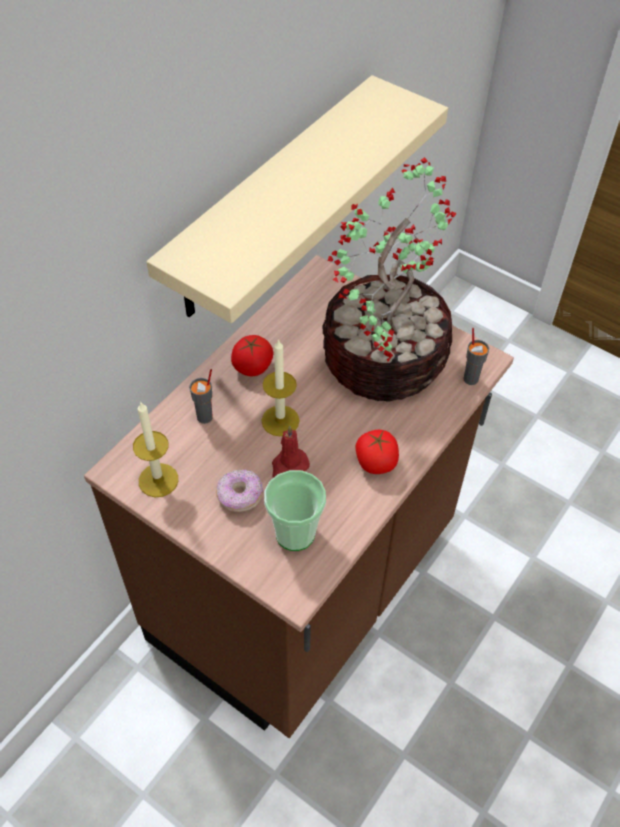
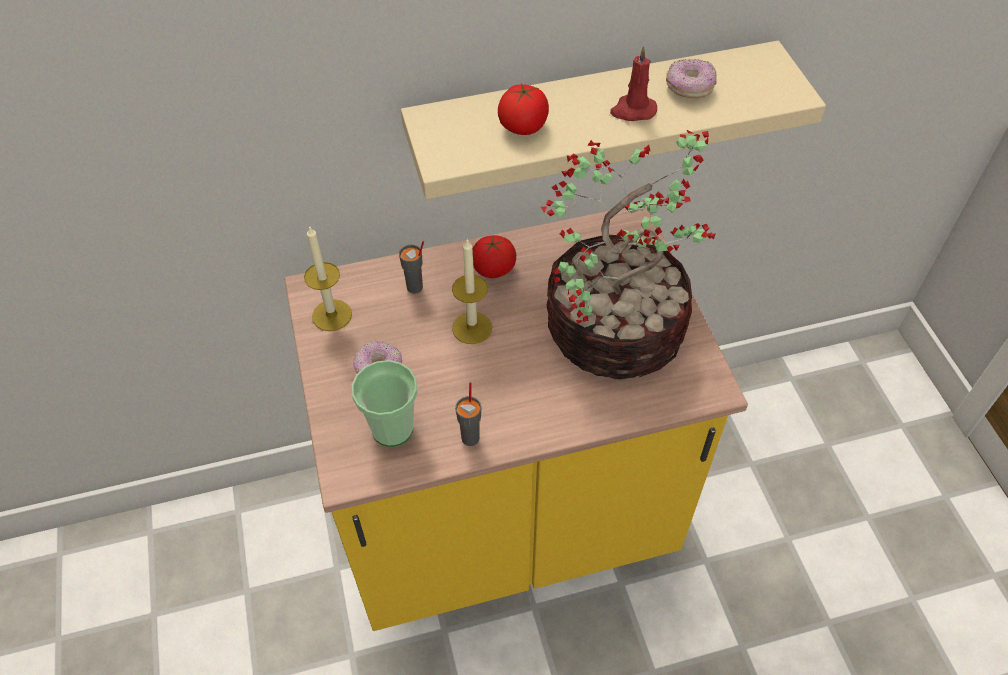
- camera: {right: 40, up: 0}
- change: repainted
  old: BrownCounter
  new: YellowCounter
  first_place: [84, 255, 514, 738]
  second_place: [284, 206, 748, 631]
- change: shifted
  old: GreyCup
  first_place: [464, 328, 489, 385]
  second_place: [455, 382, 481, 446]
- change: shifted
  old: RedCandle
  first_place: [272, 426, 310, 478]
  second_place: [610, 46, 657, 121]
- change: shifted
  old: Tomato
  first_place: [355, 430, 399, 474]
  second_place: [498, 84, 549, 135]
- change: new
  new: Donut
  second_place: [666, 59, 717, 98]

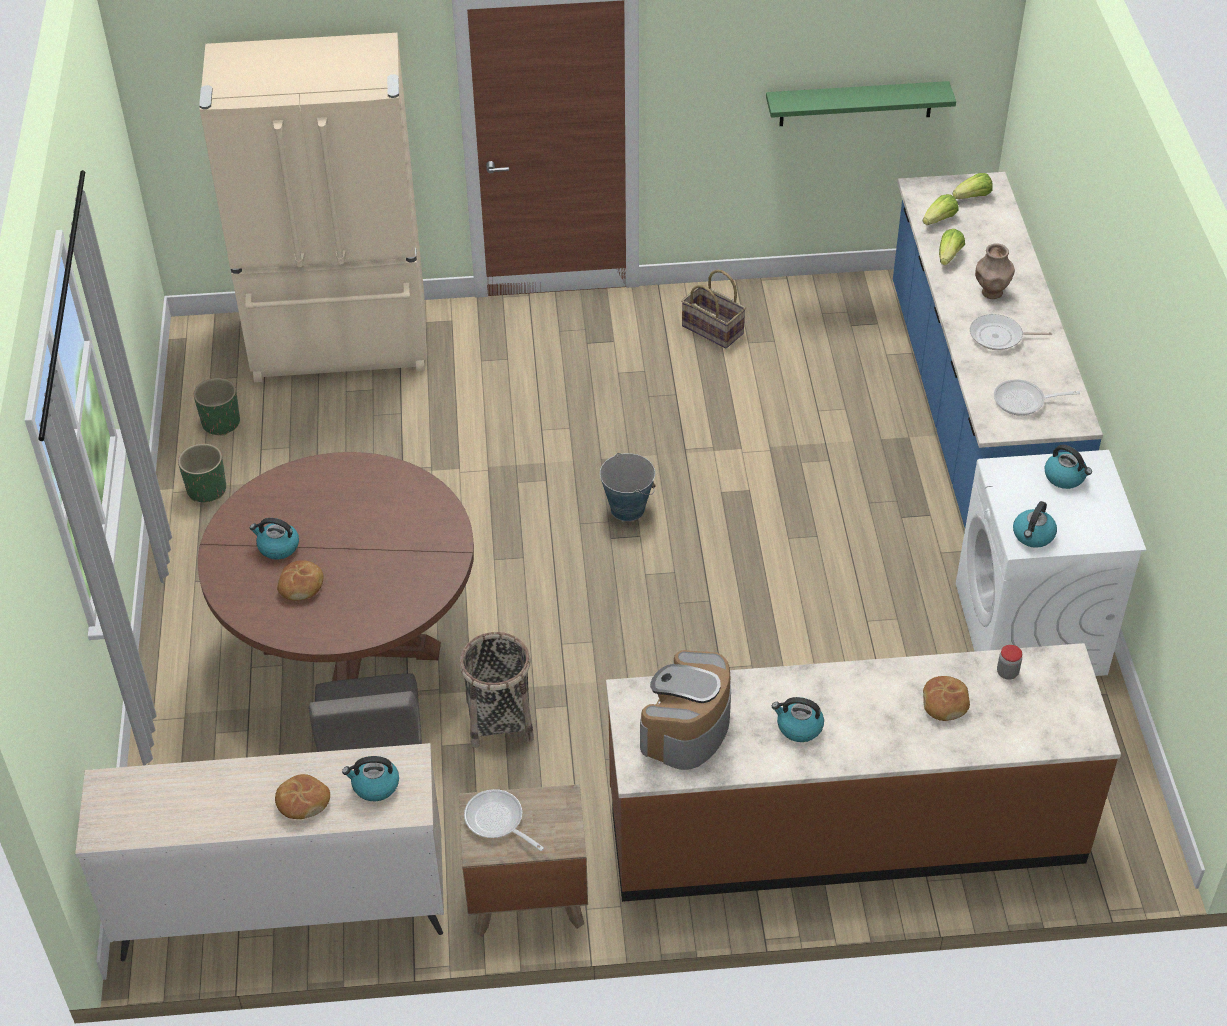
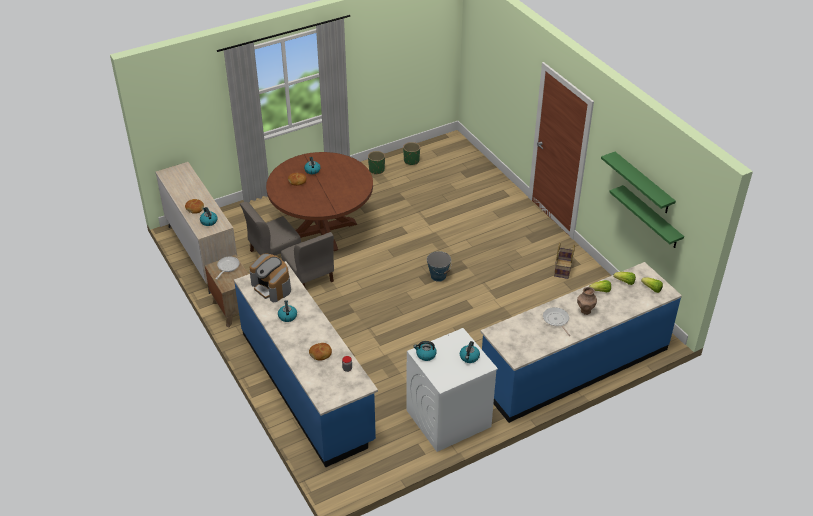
- camera: {right: 65, up: -5}
- change: gone
  old: BeigeFridge
  first_place: [199, 33, 427, 382]
- change: gone
  old: FryingPan
  first_place: [994, 379, 1080, 416]
- change: swapped
  old: Basket
  new: GreyChair
  first_place: [460, 632, 534, 748]
  second_place: [281, 232, 334, 287]
- change: repainted
  old: BrownCounter
  new: BlueCounter
  first_place: [606, 643, 1121, 902]
  second_place: [234, 261, 378, 467]
- change: rotated
  old: CoffeeMachine
  first_place: [640, 650, 731, 770]
  second_place: [250, 253, 291, 302]
  degrees: -135
- change: new
  new: GreenShelf
  second_place: [601, 152, 676, 213]

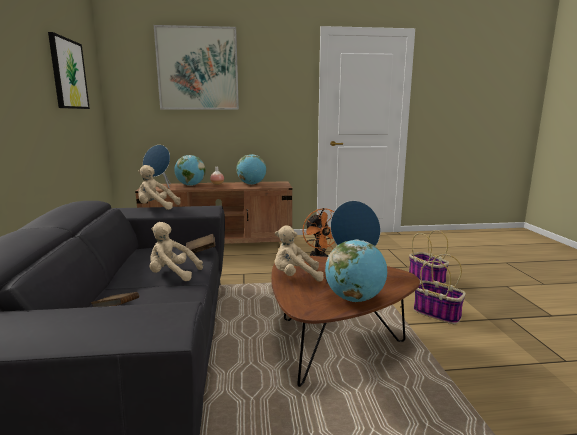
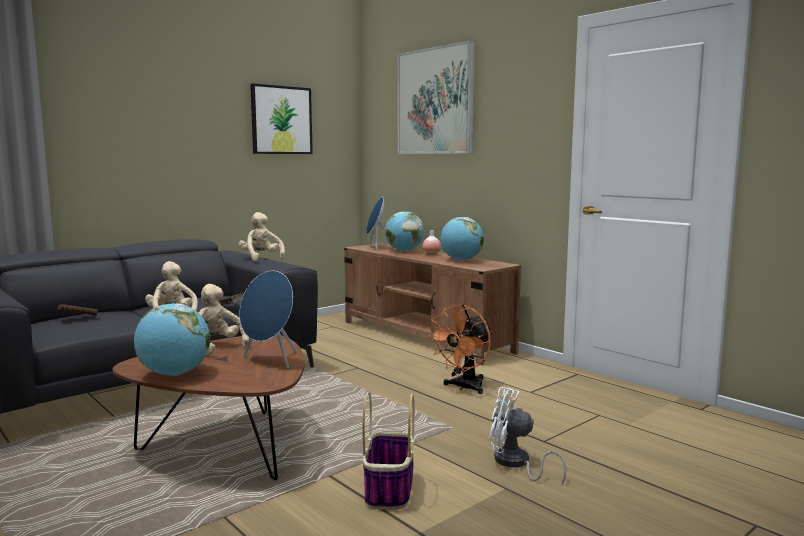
- camera: {right: 55, up: -5}
- change: swapped
  old: Basket
  new: WhiteFan
  first_place: [409, 230, 449, 284]
  second_place: [489, 387, 566, 484]

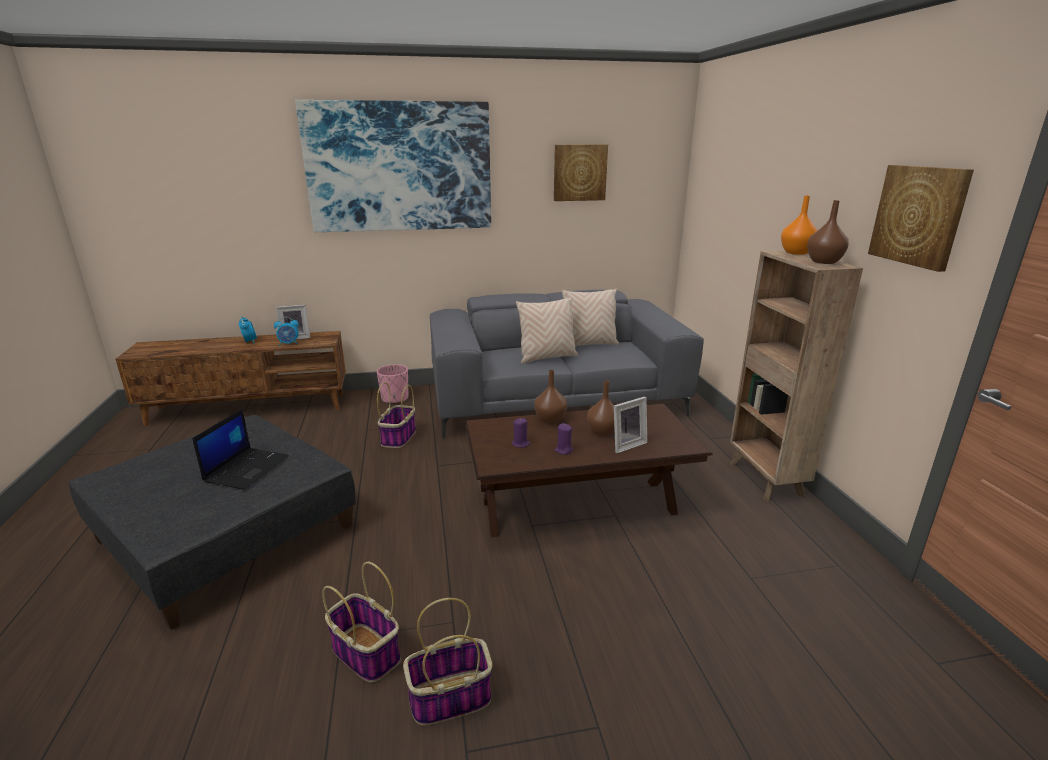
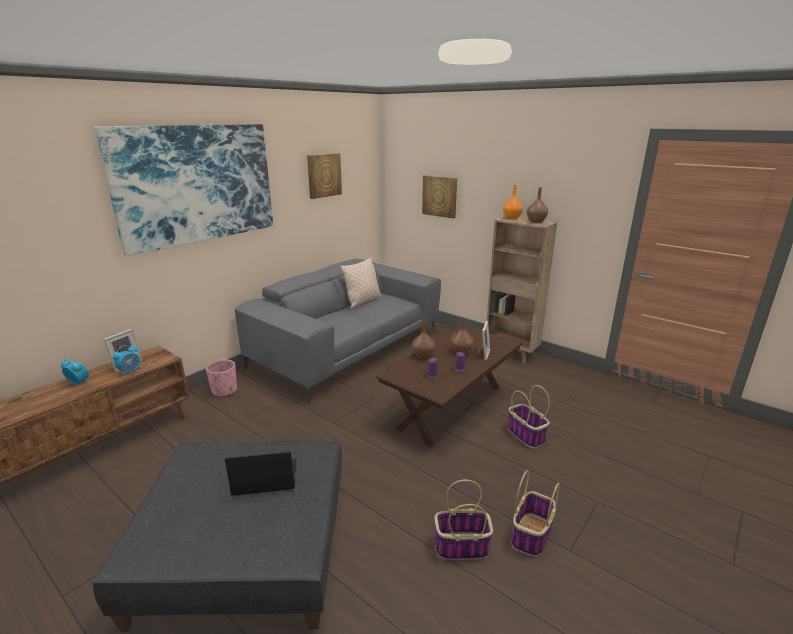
- camera: {right: -40, up: 0}
- change: shifted
  old: Picture
  first_place: [868, 165, 974, 272]
  second_place: [422, 175, 457, 219]
- change: gone
  old: BeigePillow
  first_place: [516, 297, 578, 364]
- change: shifted
  old: Basket
  first_place: [377, 382, 416, 448]
  second_place: [508, 385, 550, 448]
- change: rotated
  old: Laptop
  first_place: [192, 409, 289, 490]
  second_place: [225, 451, 297, 496]
  degrees: -75

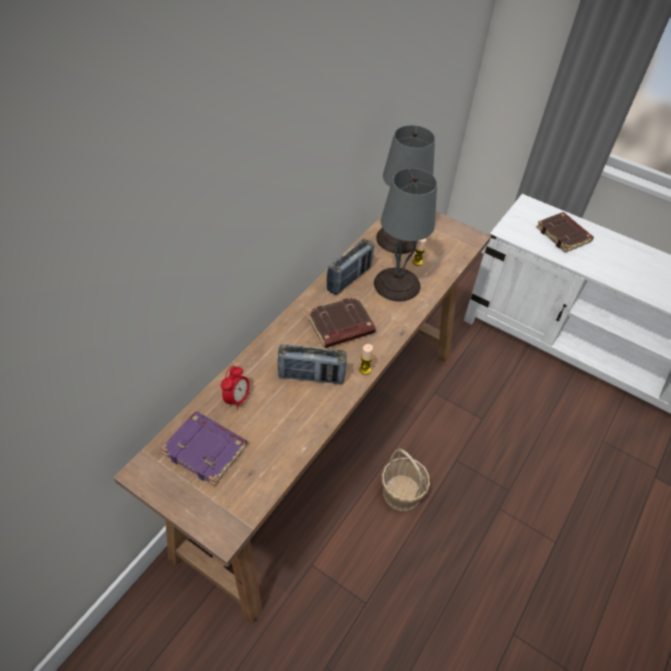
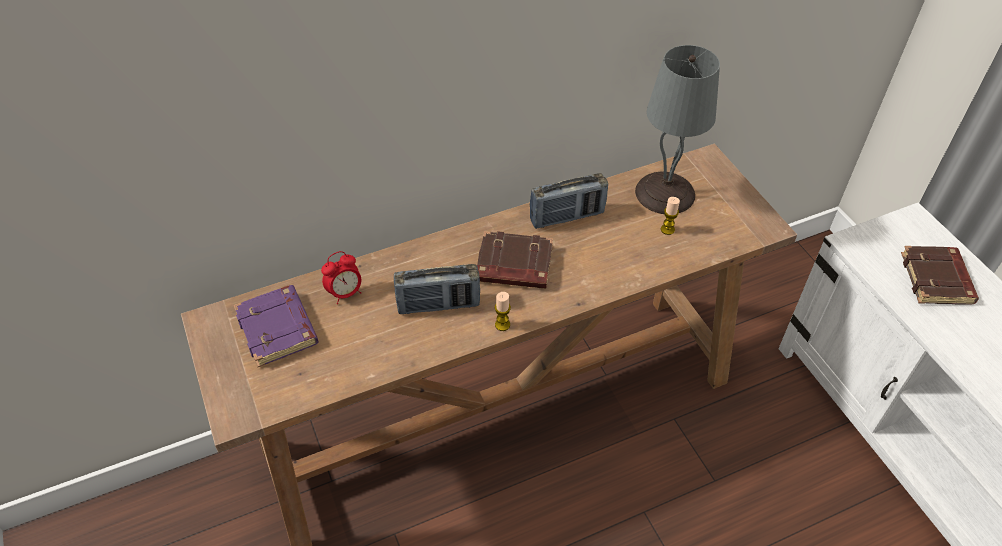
- camera: {right: 35, up: 0}
- change: gone
  old: GreyTableLamp
  first_place: [374, 168, 437, 302]
- change: rotated
  old: Radio
  first_place: [278, 344, 347, 384]
  second_place: [394, 264, 480, 314]
  degrees: -45
- change: gone
  old: Basket
  first_place: [382, 448, 430, 511]

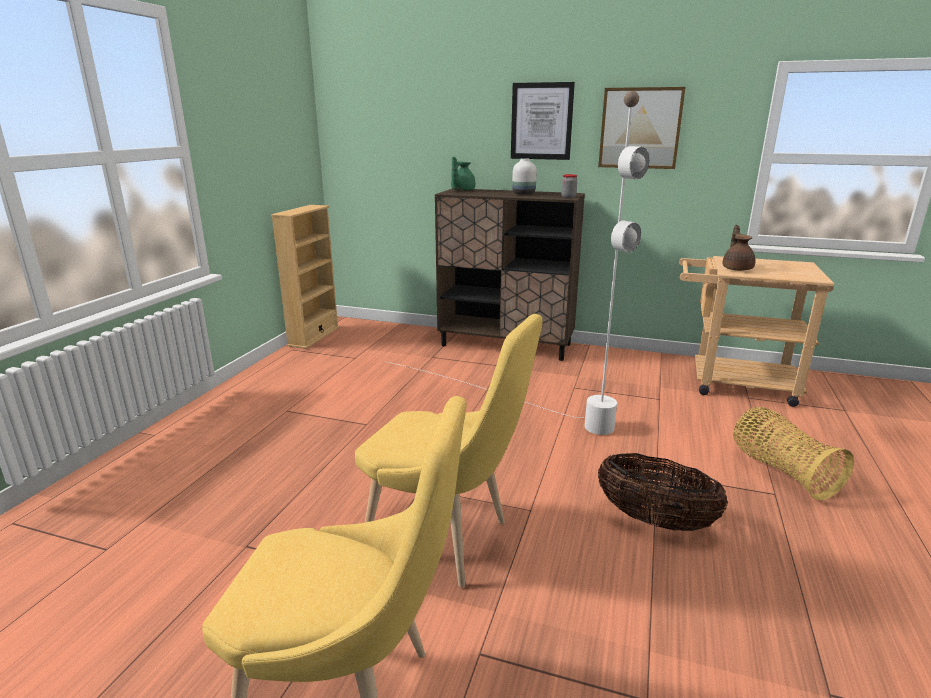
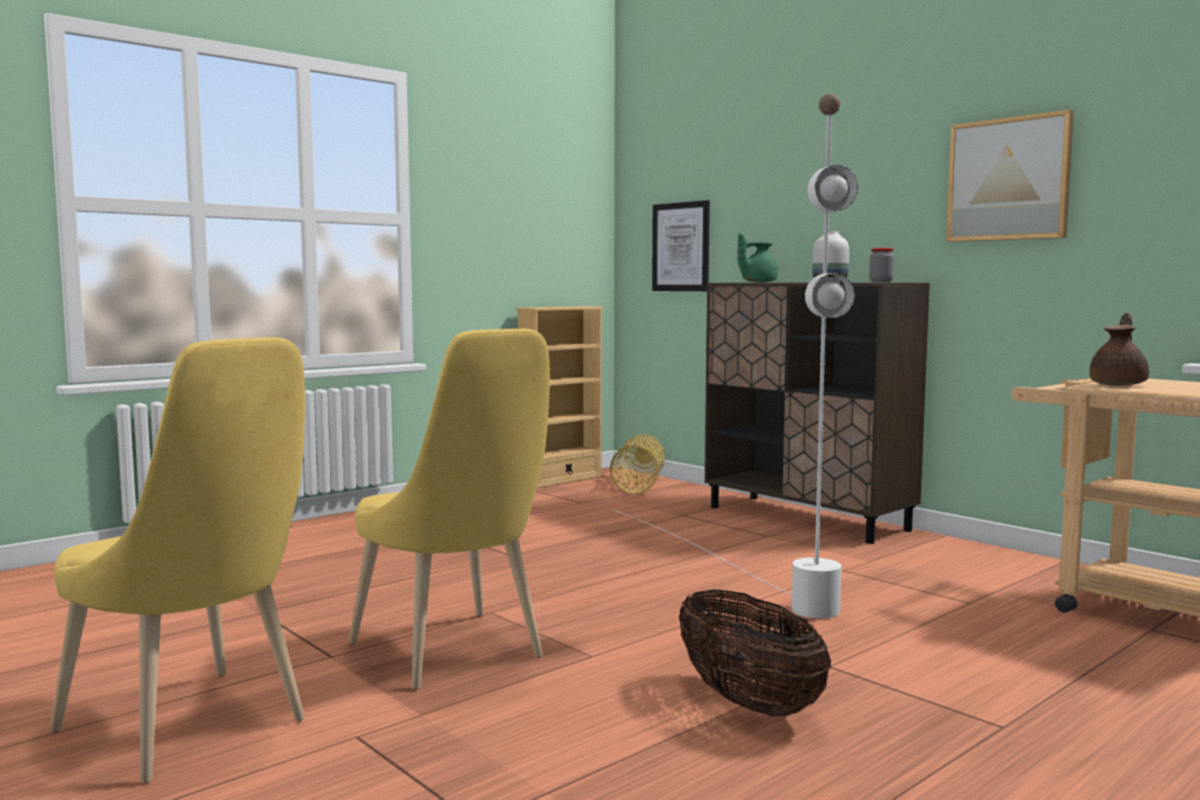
- camera: {right: 30, up: -15}
- change: shifted
  old: Picture
  first_place: [511, 82, 575, 160]
  second_place: [652, 200, 710, 291]
- change: shifted
  old: Basket
  first_place: [733, 407, 854, 500]
  second_place: [610, 434, 665, 494]

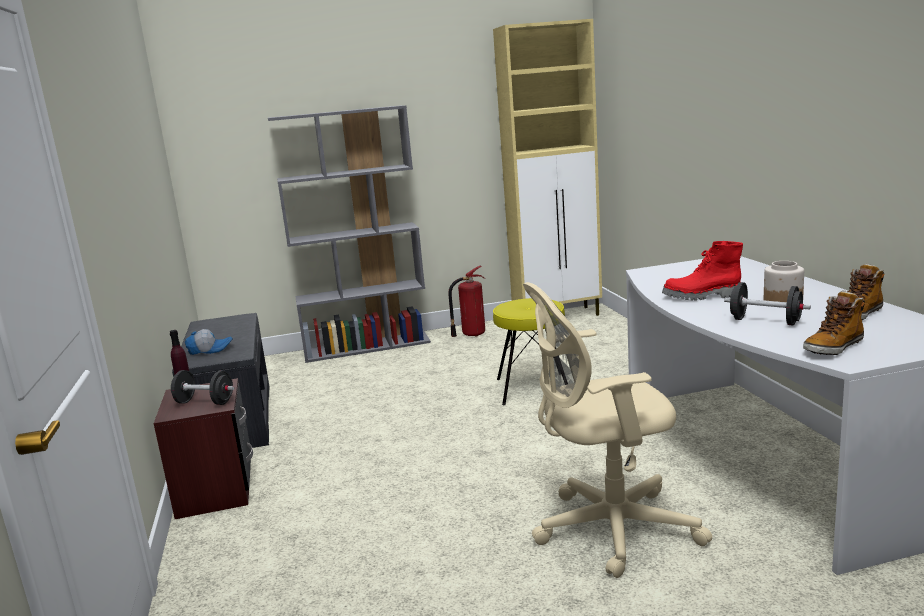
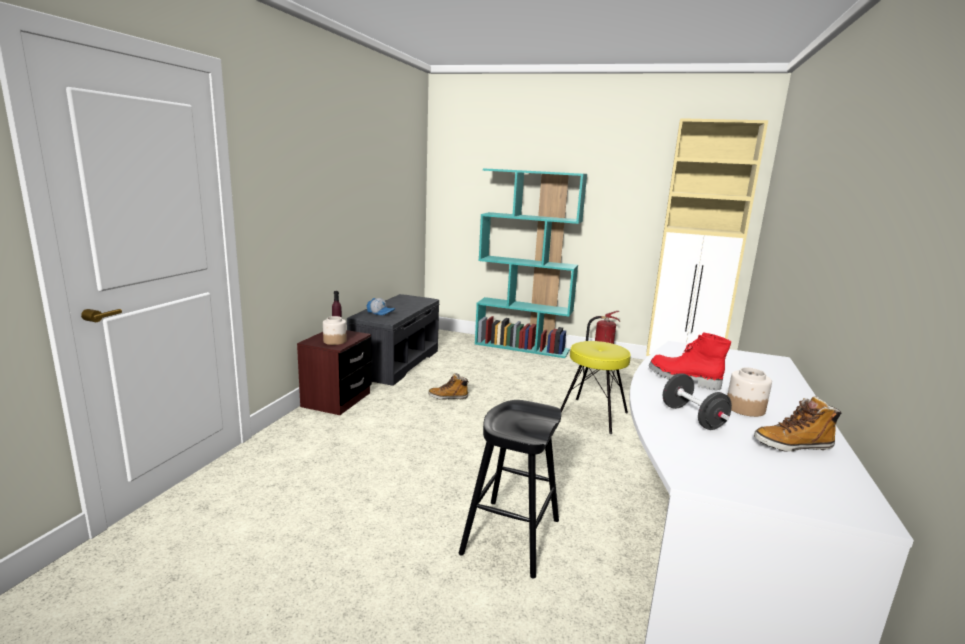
- camera: {right: 30, up: 0}
- change: repainted
  old: GreyBookcase
  new: TurquoiseBookcase
  first_place: [268, 105, 431, 363]
  second_place: [475, 169, 587, 358]
- change: swapped
  old: BeigeOfficeChair
  new: BlackStool
  first_place: [523, 282, 713, 578]
  second_place: [459, 400, 561, 579]
- change: shifted
  old: Boot
  first_place: [803, 291, 865, 355]
  second_place: [428, 373, 469, 400]
- change: swapped
  old: BlackDumbbell
  new: Jar
  first_place: [171, 370, 234, 405]
  second_place: [323, 316, 346, 345]

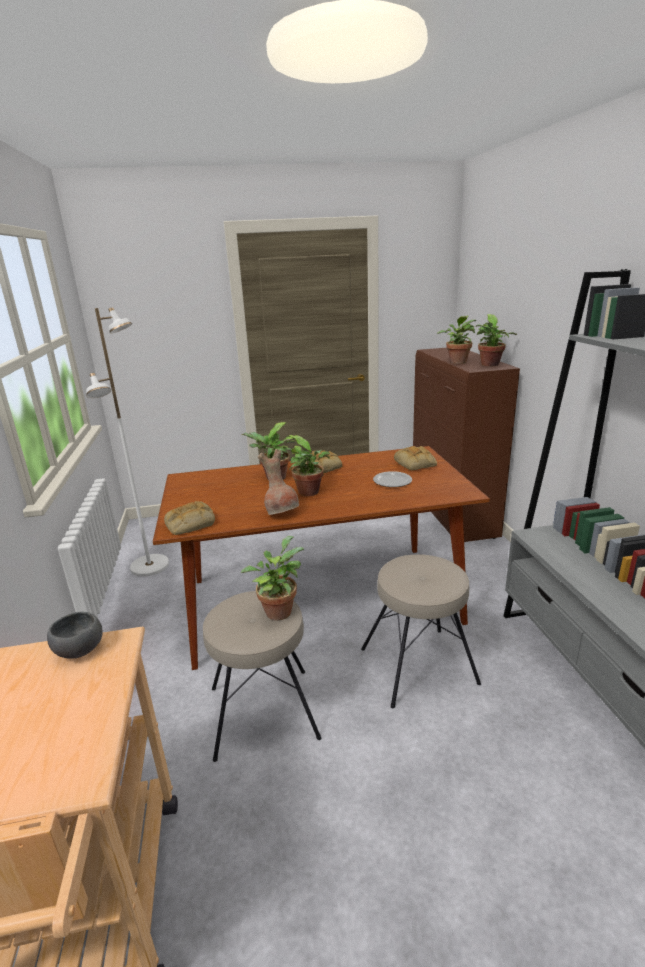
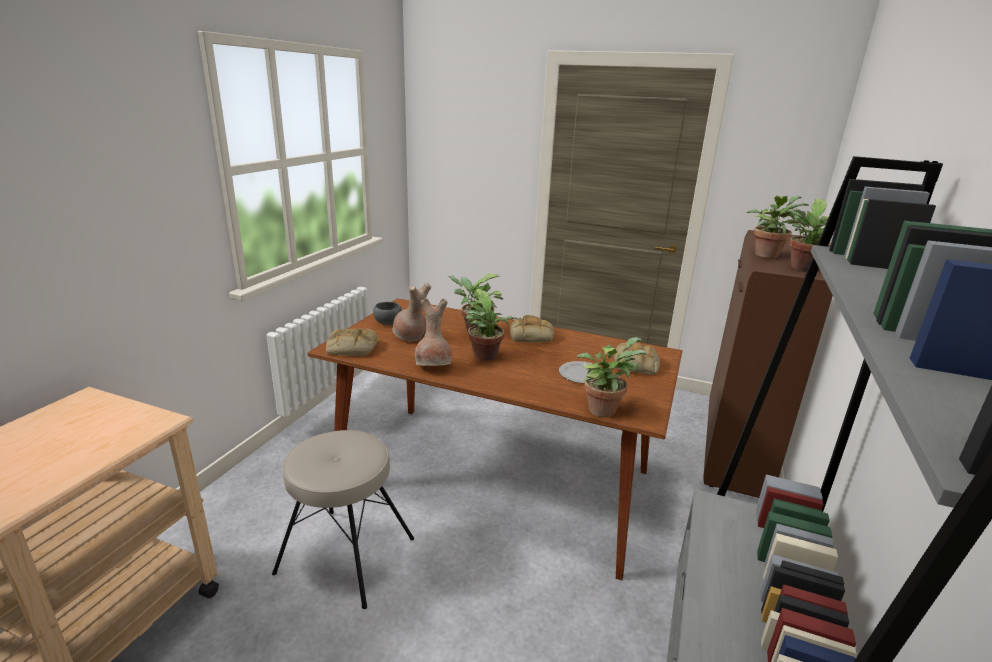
- camera: {right: 30, up: 0}
- change: gone
  old: WhiteFloorLamp
  first_place: [86, 307, 169, 577]
- change: shifted
  old: PottedPlant
  first_place: [241, 536, 304, 620]
  second_place: [577, 337, 647, 417]
- change: gone
  old: BeigeStool
  first_place: [361, 554, 481, 708]
- change: shifted
  old: GreyBowl
  first_place: [47, 612, 103, 659]
  second_place: [373, 302, 402, 325]
- change: new
  new: BrownVase
  second_place: [392, 283, 431, 341]

